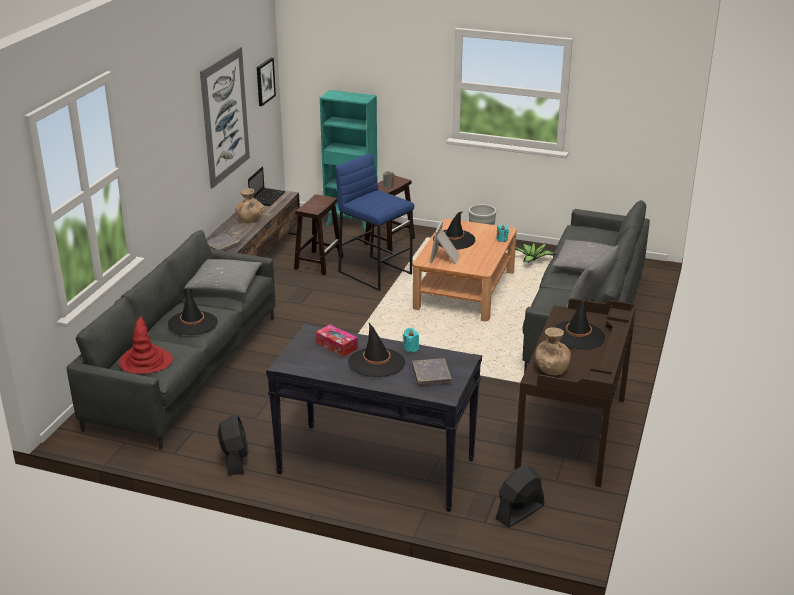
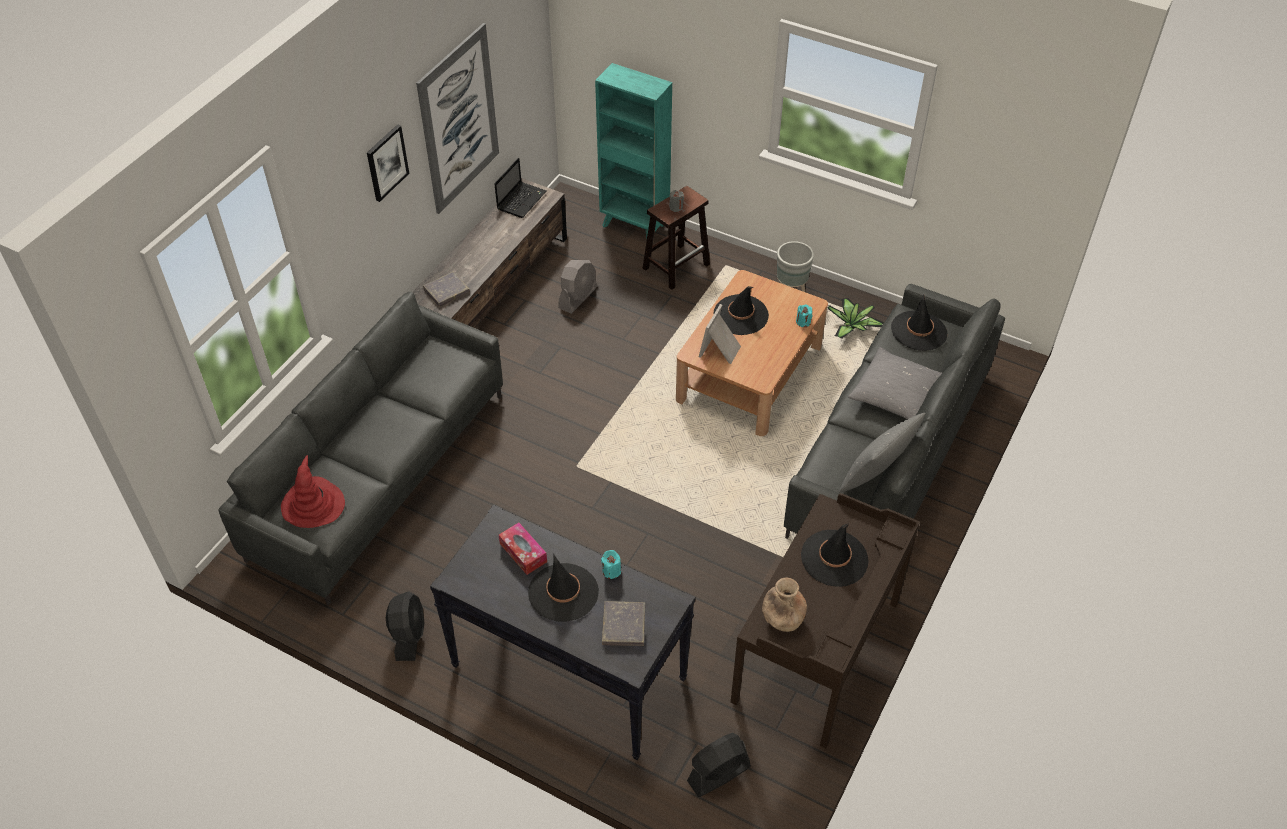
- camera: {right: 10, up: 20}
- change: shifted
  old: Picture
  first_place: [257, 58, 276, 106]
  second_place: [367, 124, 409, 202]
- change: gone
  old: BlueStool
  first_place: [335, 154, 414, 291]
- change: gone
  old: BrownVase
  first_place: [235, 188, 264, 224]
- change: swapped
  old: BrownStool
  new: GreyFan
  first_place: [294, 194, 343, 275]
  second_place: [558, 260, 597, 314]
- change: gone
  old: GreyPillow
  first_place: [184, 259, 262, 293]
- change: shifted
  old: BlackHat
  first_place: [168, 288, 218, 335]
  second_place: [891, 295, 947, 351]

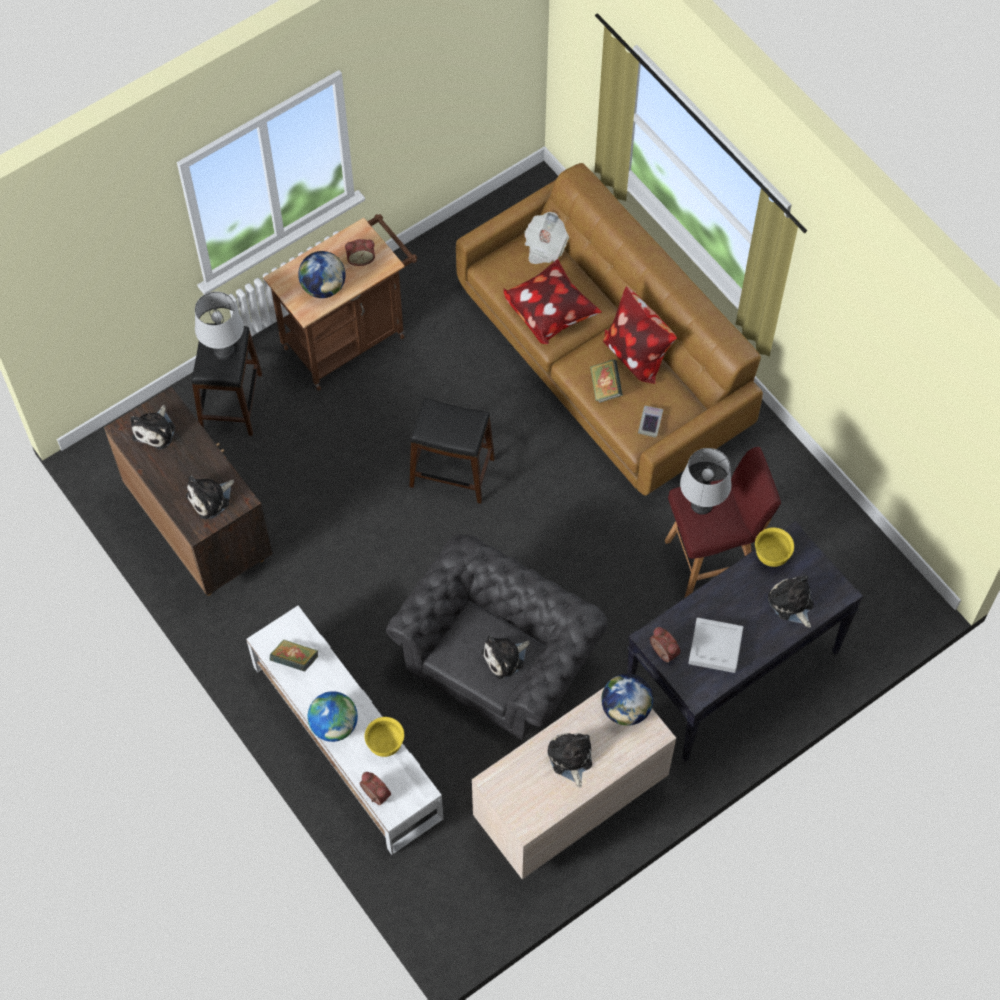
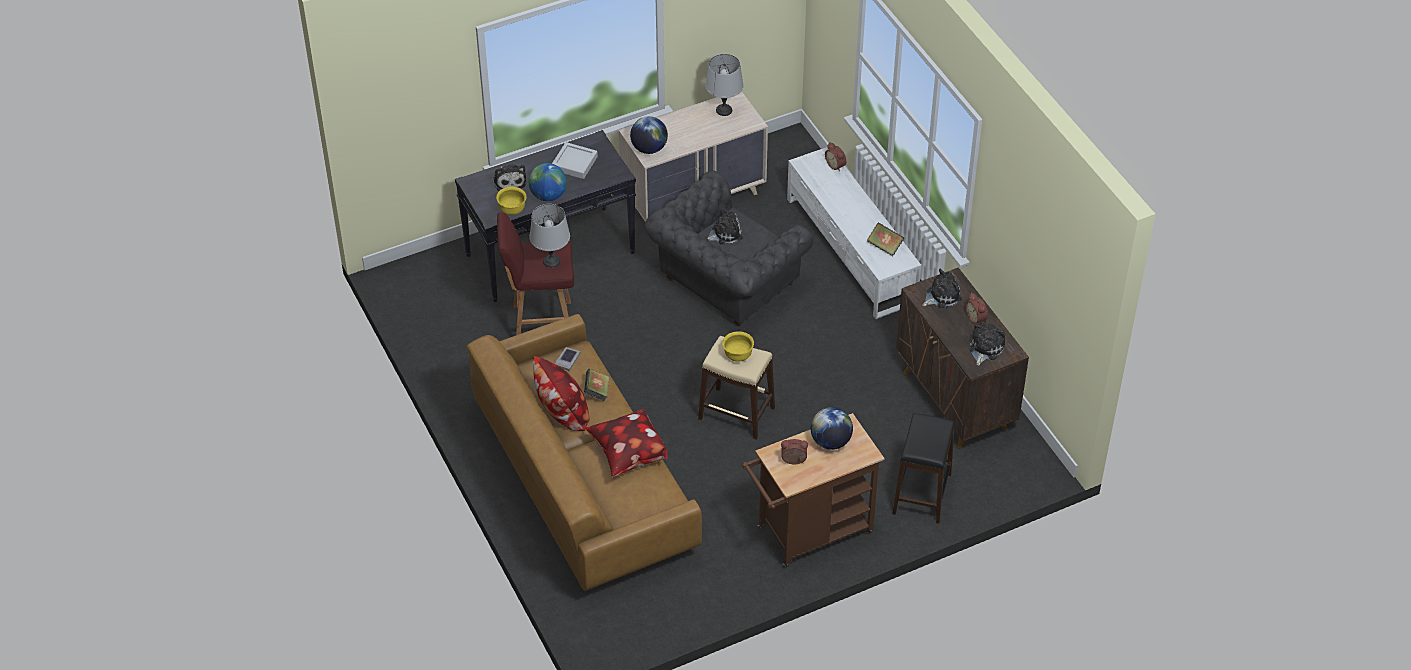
- camera: {right: -170, up: -15}
- change: gone
  old: Newspaper
  first_place: [524, 212, 569, 264]
- change: shifted
  old: GreyTableLamp
  first_place: [195, 291, 244, 359]
  second_place: [705, 54, 743, 116]
- change: repainted
  old: BlackStool
  new: BeigeStool
  first_place: [409, 398, 495, 504]
  second_place: [698, 336, 775, 440]
- change: shifted
  old: AlarmClock
  first_place: [650, 627, 680, 662]
  second_place: [965, 293, 988, 325]
- change: shifted
  old: Globe
  first_place: [307, 691, 358, 742]
  second_place: [529, 163, 567, 201]
- change: shifted
  old: YellowBowl
  first_place: [365, 717, 404, 757]
  second_place: [722, 331, 754, 362]
- change: gone
  old: PlushToy
  first_place: [548, 733, 592, 788]

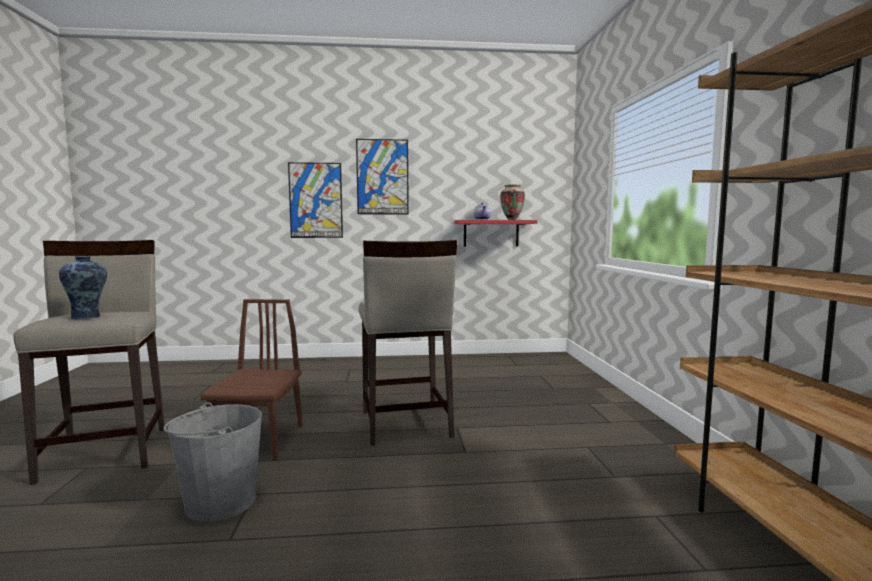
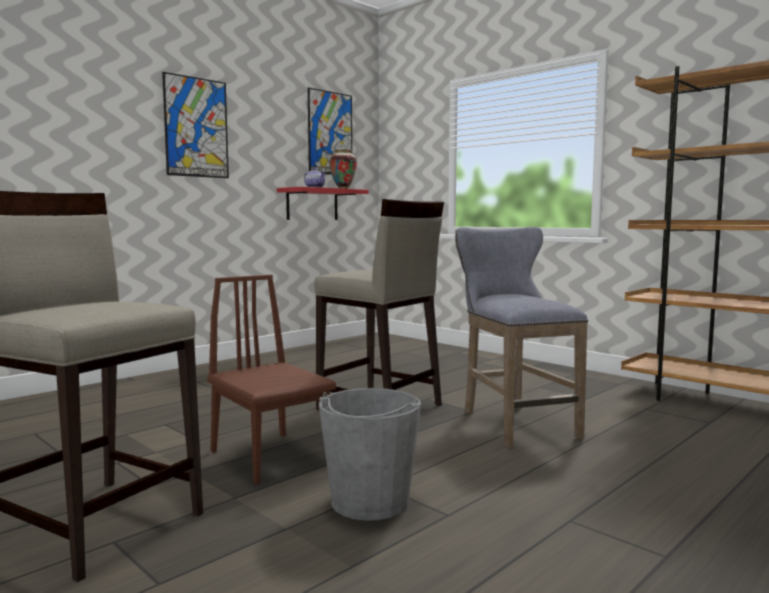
- camera: {right: -40, up: 0}
- change: shifted
  old: Picture
  first_place: [288, 162, 343, 238]
  second_place: [308, 87, 352, 175]
- change: gone
  old: Vase
  first_place: [59, 256, 107, 319]
- change: new
  new: GreyStool
  second_place: [455, 227, 588, 448]

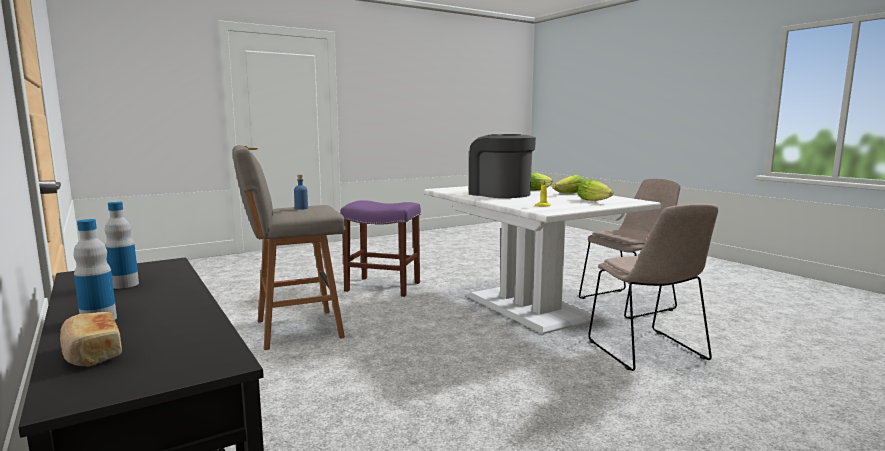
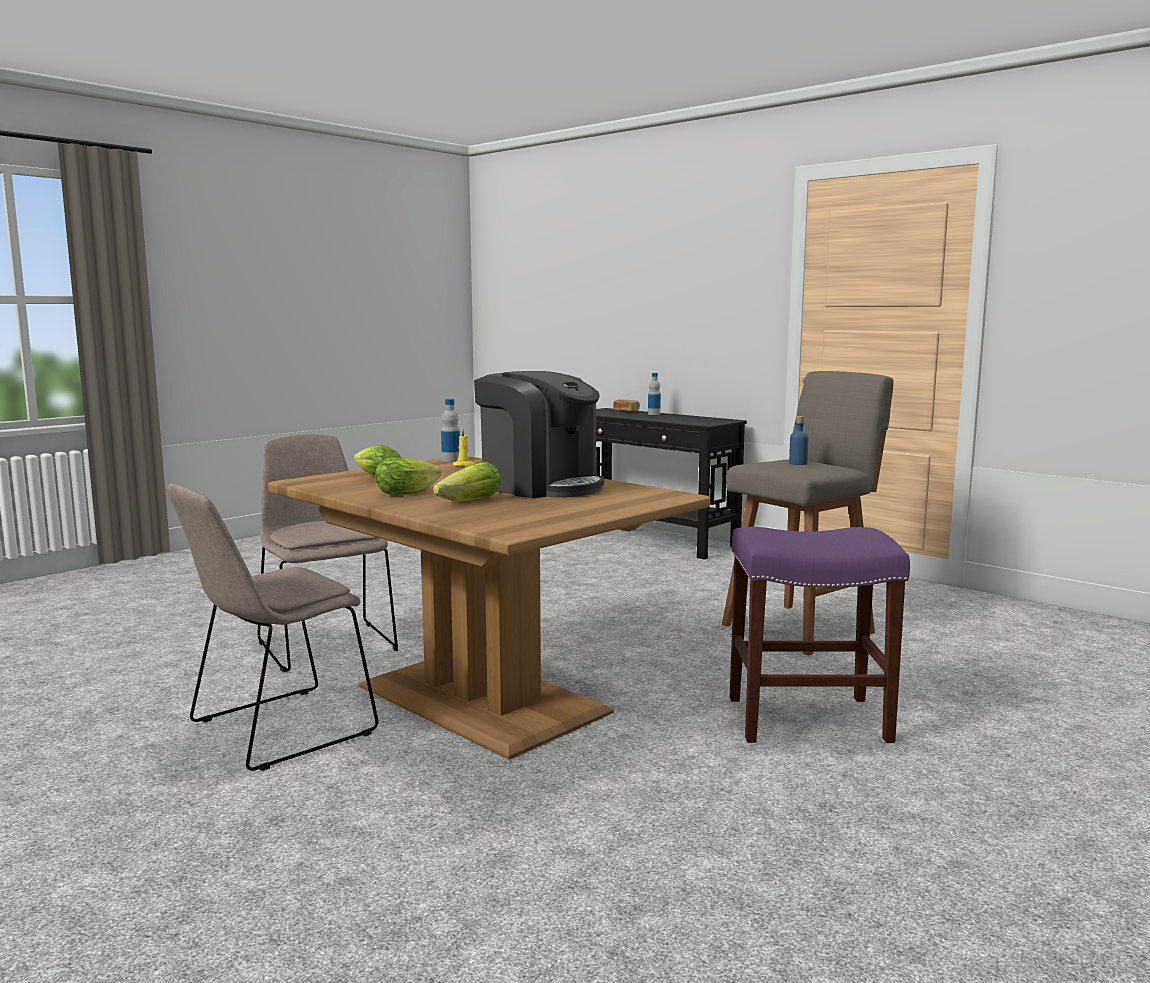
- camera: {right: 165, up: 0}
- change: repainted
  old: WhiteDiningTable
  new: BrownDiningTable
  first_place: [424, 186, 661, 334]
  second_place: [268, 456, 710, 759]
- change: shifted
  old: Bottle
  first_place: [105, 202, 139, 289]
  second_place: [441, 399, 460, 462]

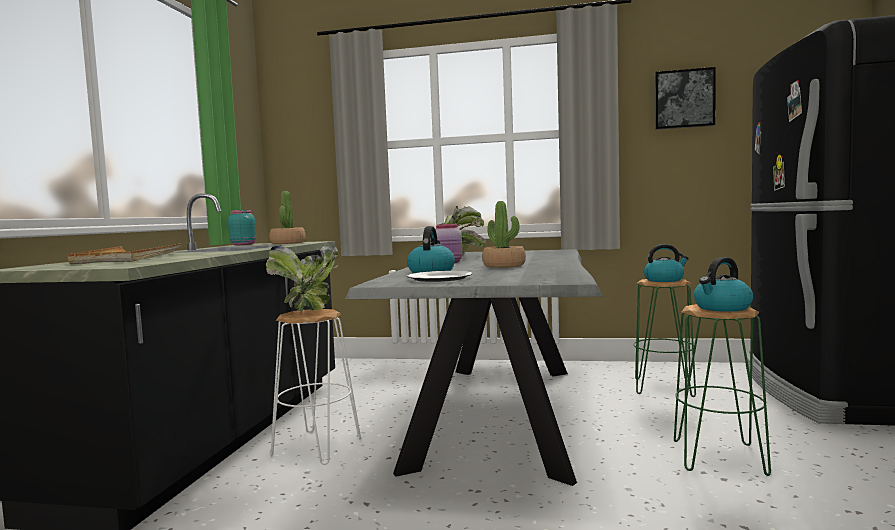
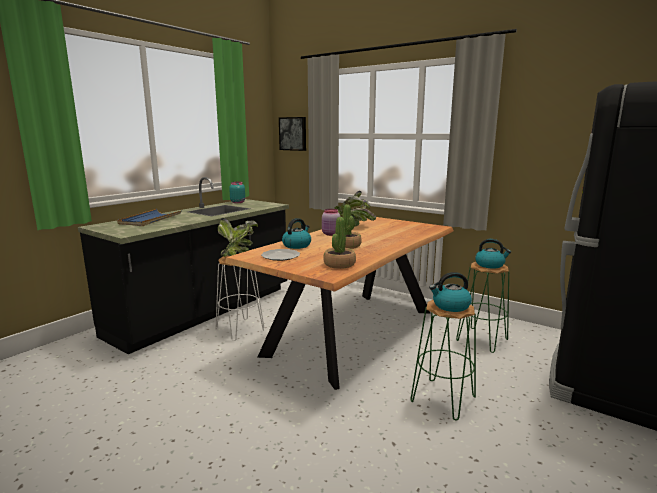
- camera: {right: 25, up: 10}
- change: shifted
  old: Picture
  first_place: [654, 67, 716, 130]
  second_place: [279, 117, 306, 151]
- change: shifted
  old: PottedPlant
  first_place: [269, 191, 306, 244]
  second_place: [323, 217, 356, 269]
- change: repainted
  old: BeigeTray
  new: BlueTray
  first_place: [67, 244, 181, 264]
  second_place: [117, 209, 181, 226]
- change: repainted
  old: GreyDiningTable
  new: BrownDiningTable
  first_place: [345, 249, 603, 486]
  second_place: [224, 217, 454, 390]

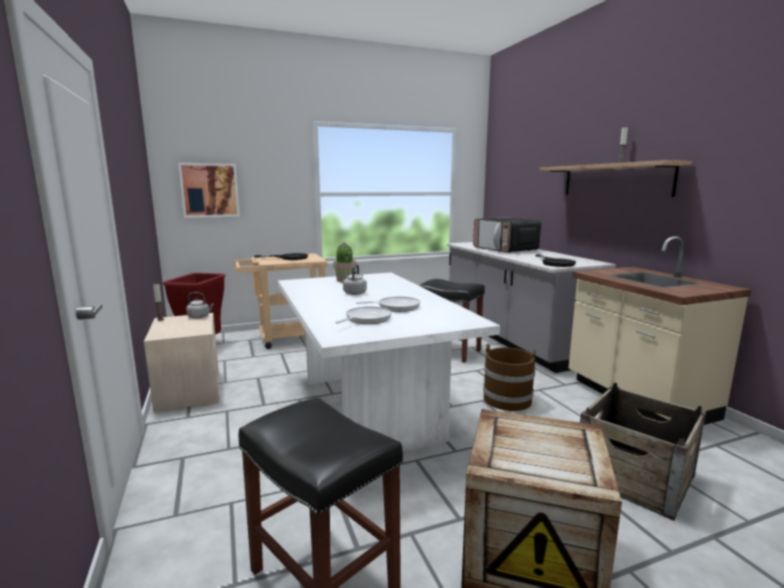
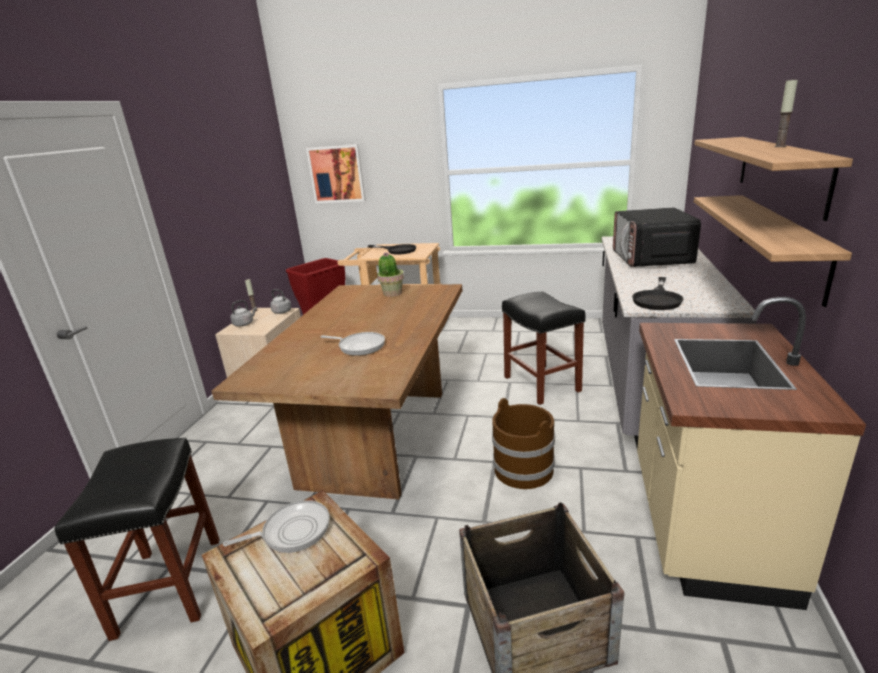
- camera: {right: 35, up: 10}
- change: shifted
  old: GreyKettle
  first_place: [343, 264, 367, 295]
  second_place: [230, 300, 257, 327]
- change: repainted
  old: WhiteDiningTable
  new: BrownDiningTable
  first_place: [278, 272, 500, 451]
  second_place: [211, 284, 462, 499]
- change: shifted
  old: FryingPan
  first_place: [335, 307, 392, 324]
  second_place: [223, 500, 330, 553]
- change: new
  new: Shelf
  second_place: [694, 195, 852, 307]

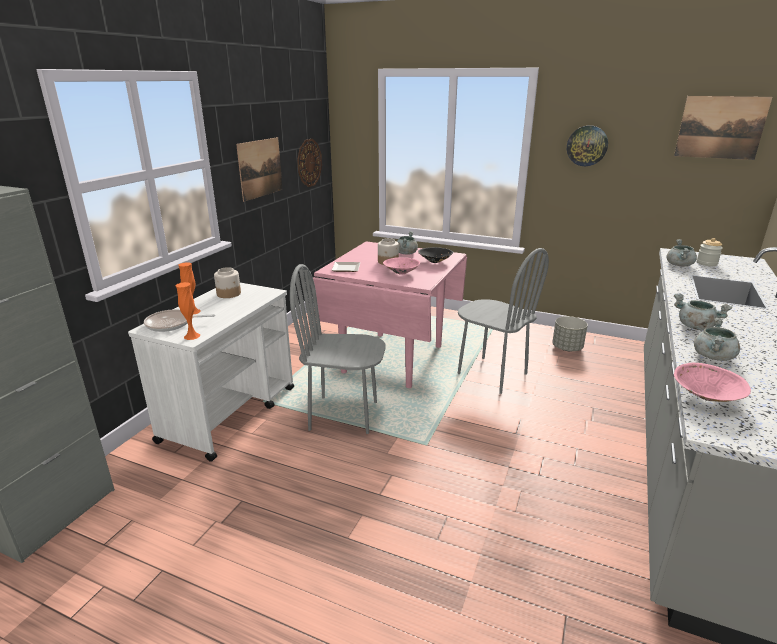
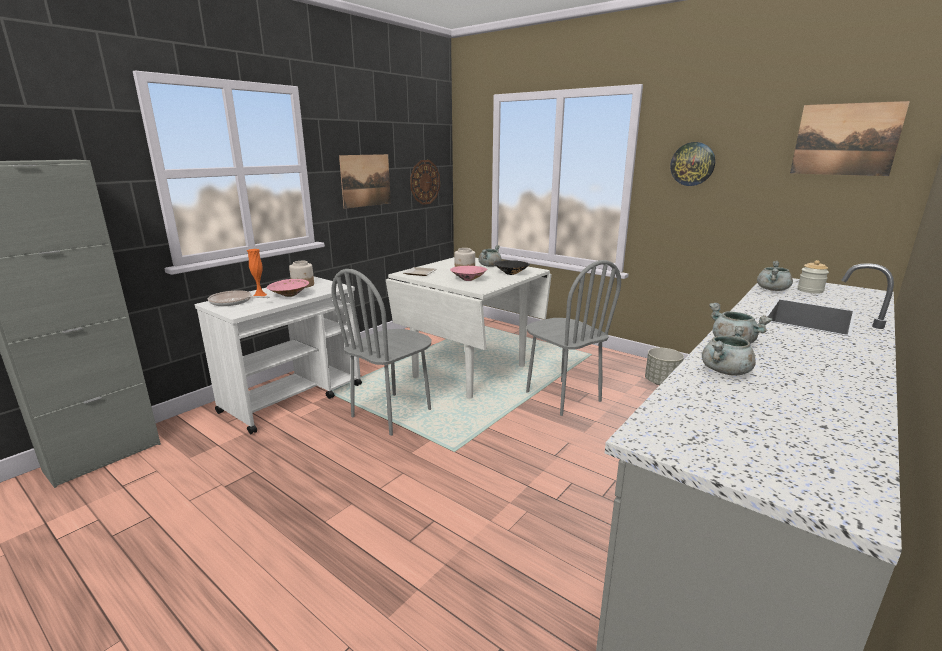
- camera: {right: 15, up: -5}
- change: repainted
  old: PinkDiningTable
  new: WhiteDiningTable
  first_place: [313, 241, 467, 388]
  second_place: [386, 257, 552, 399]
- change: rotated
  old: GreyChair
  first_place: [290, 264, 386, 434]
  second_place: [331, 269, 432, 436]
  degrees: -75
- change: gone
  old: OrangeVase
  first_place: [176, 282, 200, 340]
- change: shifted
  old: PinkBowl
  first_place: [674, 363, 751, 402]
  second_place: [267, 279, 309, 297]

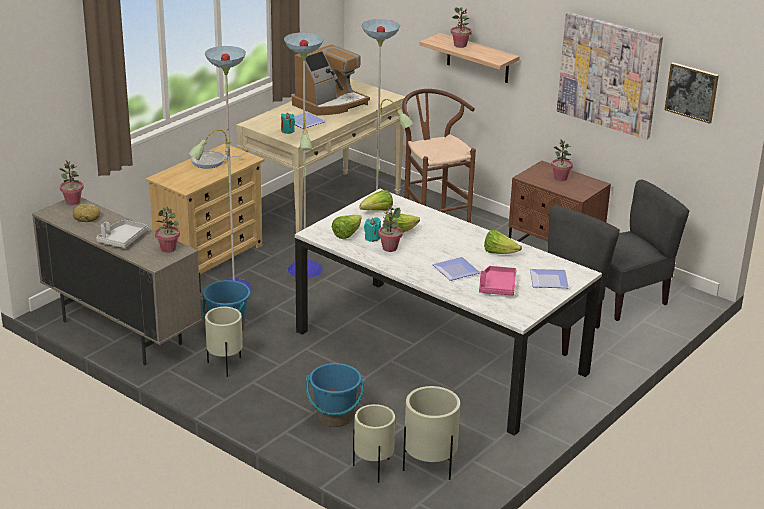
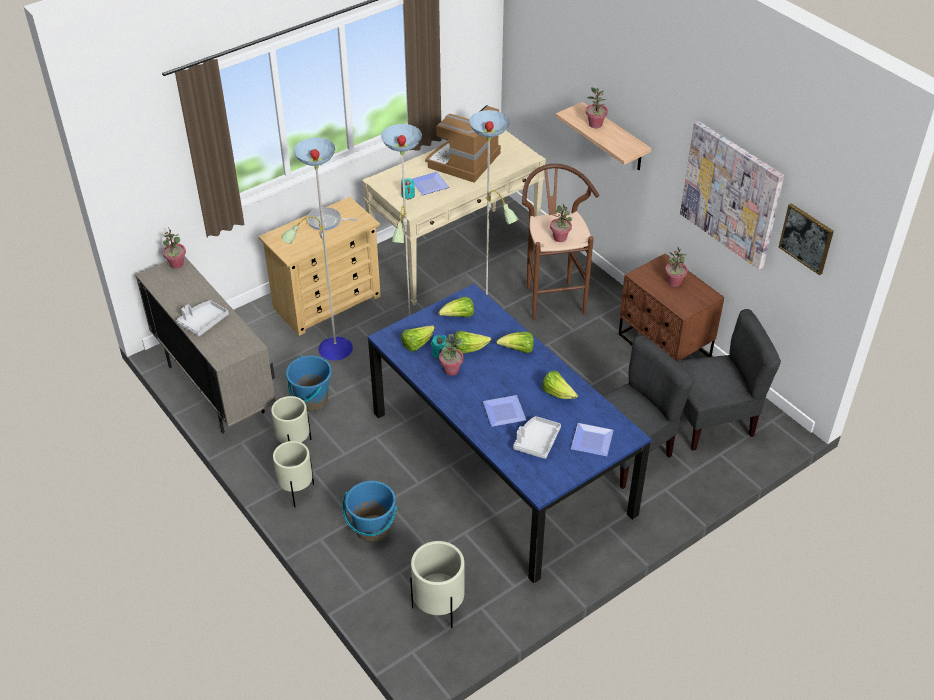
- camera: {right: 15, up: 15}
- change: rotated
  old: CoffeeMachine
  first_place: [292, 44, 370, 116]
  second_place: [425, 105, 501, 183]
  degrees: 150
- change: repainted
  old: WhiteDiningTable
  new: BlueDiningTable
  first_place: [295, 189, 602, 436]
  second_place: [367, 284, 651, 584]
- change: gone
  old: Bread
  first_place: [73, 203, 100, 222]
- change: shifted
  old: PottedPlant
  first_place: [155, 207, 180, 253]
  second_place: [550, 204, 572, 242]
- change: repainted
  old: PinkTray
  new: GreyTray
  first_place: [479, 266, 516, 295]
  second_place: [513, 416, 561, 459]
- change: shifted
  old: BeigePlanter
  first_place: [353, 404, 395, 483]
  second_place: [273, 441, 314, 507]
- change: new
  new: Lettuce
  second_place: [496, 332, 534, 353]

